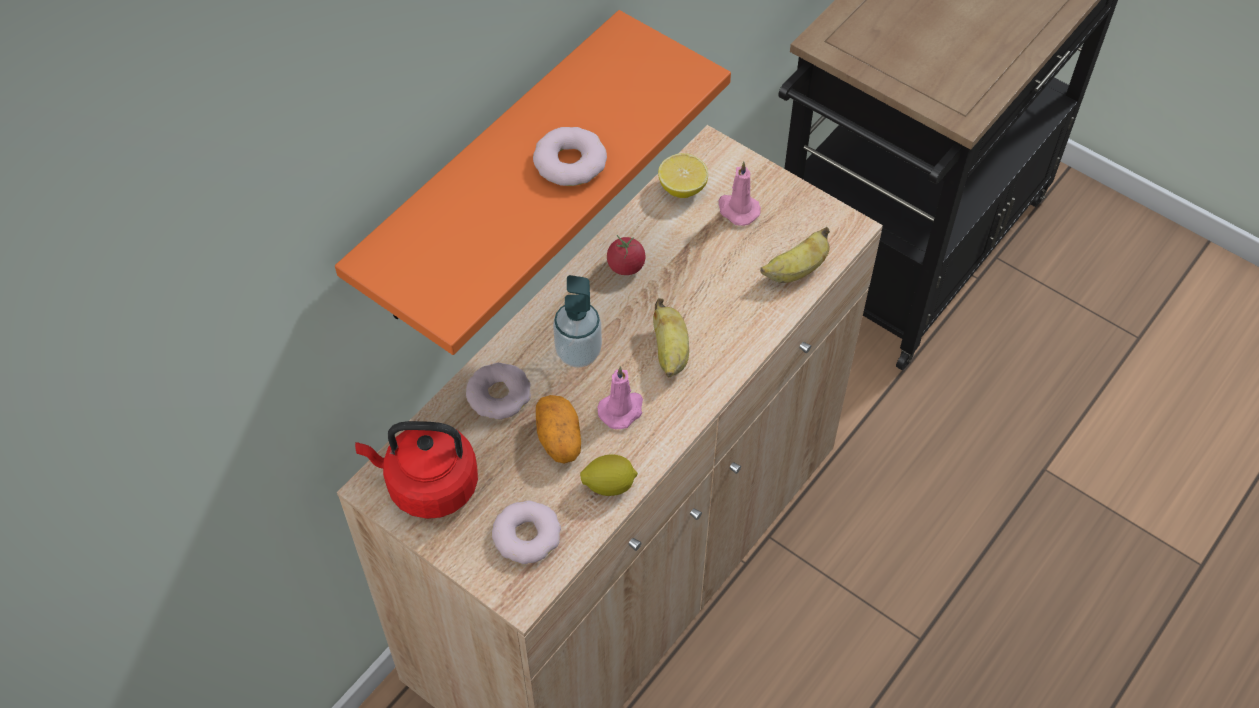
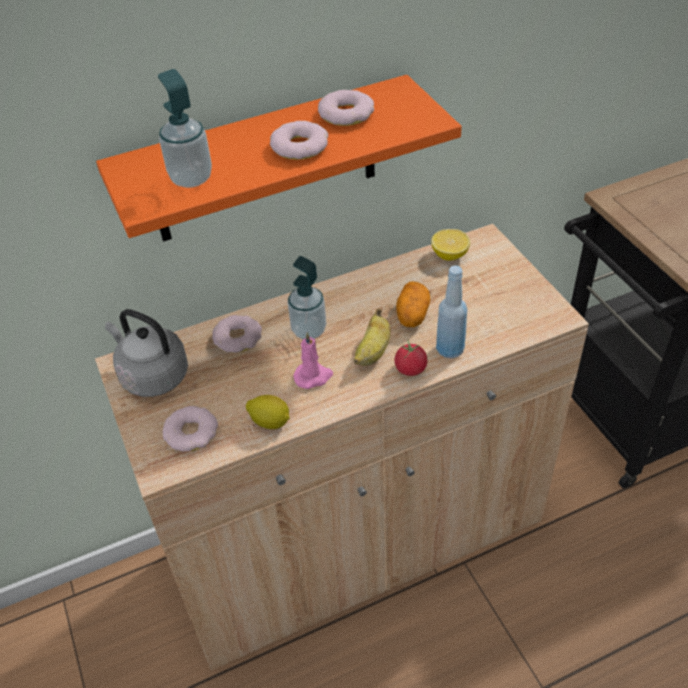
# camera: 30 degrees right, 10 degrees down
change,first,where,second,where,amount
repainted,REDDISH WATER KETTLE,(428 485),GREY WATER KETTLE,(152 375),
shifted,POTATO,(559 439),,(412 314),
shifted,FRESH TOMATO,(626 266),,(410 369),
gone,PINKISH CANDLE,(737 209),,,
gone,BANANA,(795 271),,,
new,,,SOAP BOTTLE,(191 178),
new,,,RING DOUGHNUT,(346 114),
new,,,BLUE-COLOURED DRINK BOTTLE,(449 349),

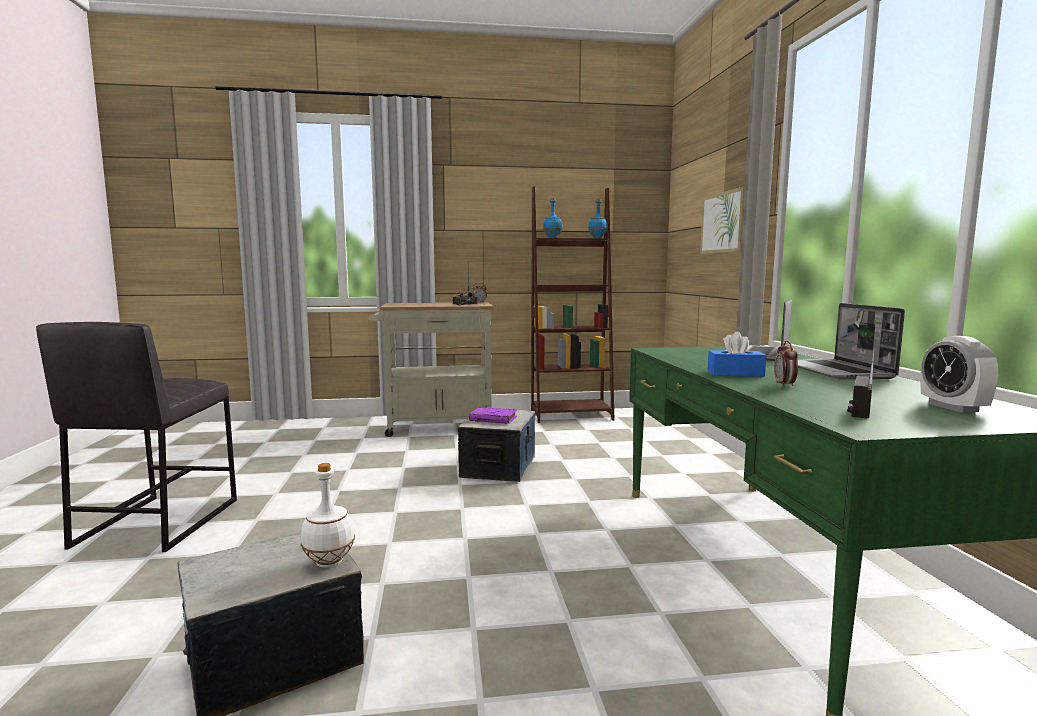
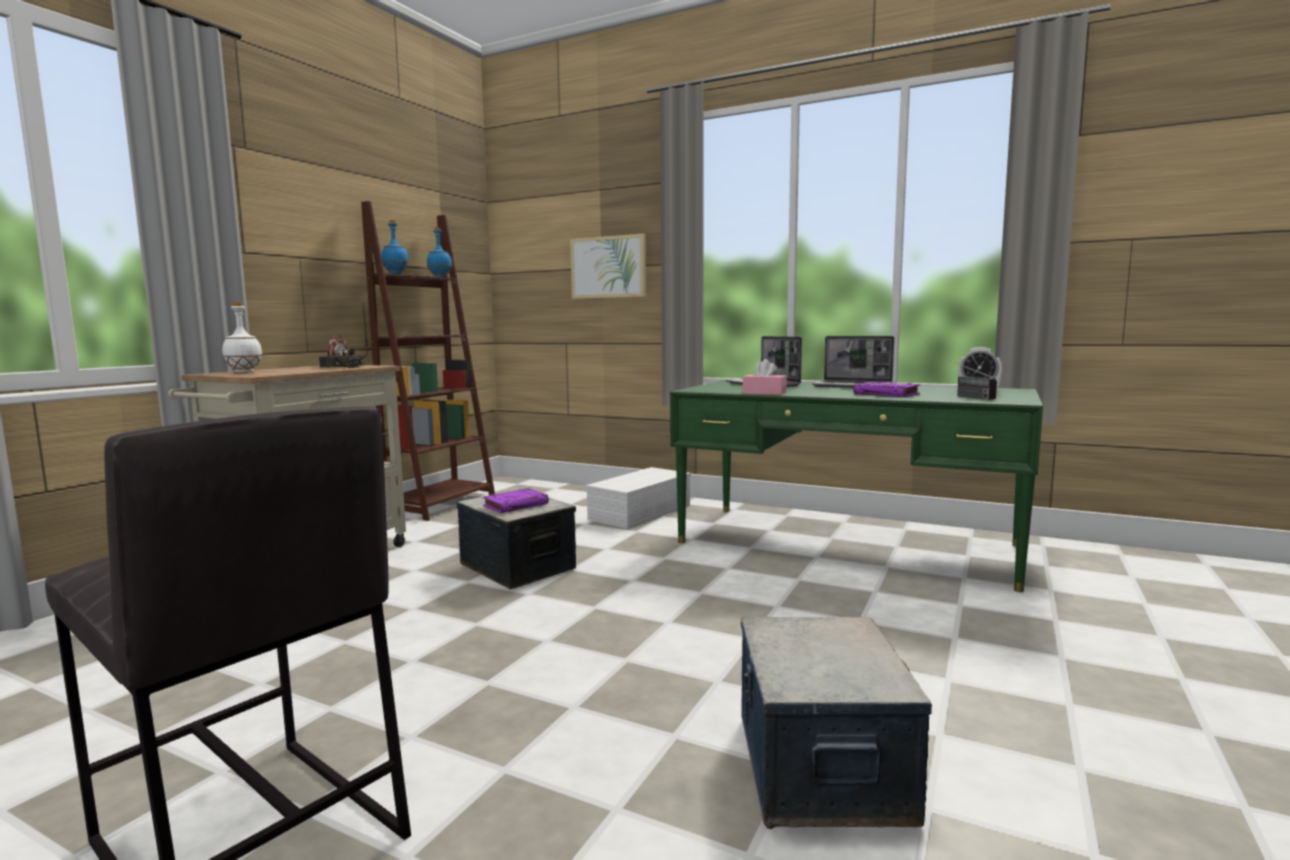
# camera: 55 degrees left, 0 degrees up
change,first,where,second,where,amount
shifted,WHITISH DRINK BOTTLE,(329 562),,(244 372),
gone,BLUE-COLOURED TISSUE HOLDER,(735 373),,,
swapped,TABLE CLOCK,(784 385),PURPLISH VOLUME,(887 394),
new,,,WHITISH STORAGE BOX,(640 511),
new,,,PINKISH TISSUE HOLDER,(764 393),

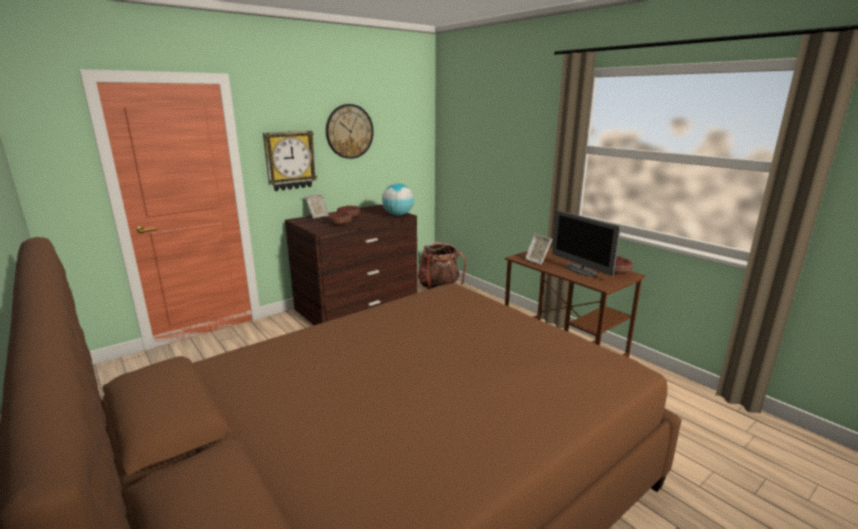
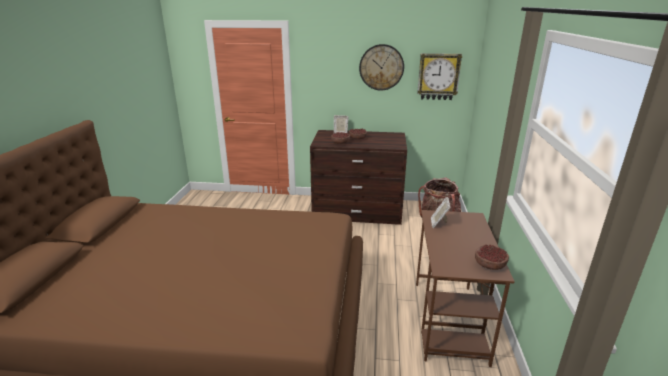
# camera: 45 degrees right, 5 degrees up
change,first,where,second,where,amount
shifted,CLOCK ON THE WALL,(290 160),,(438 76),
gone,GLOBE,(398 215),,,
gone,MONITOR,(580 270),,,

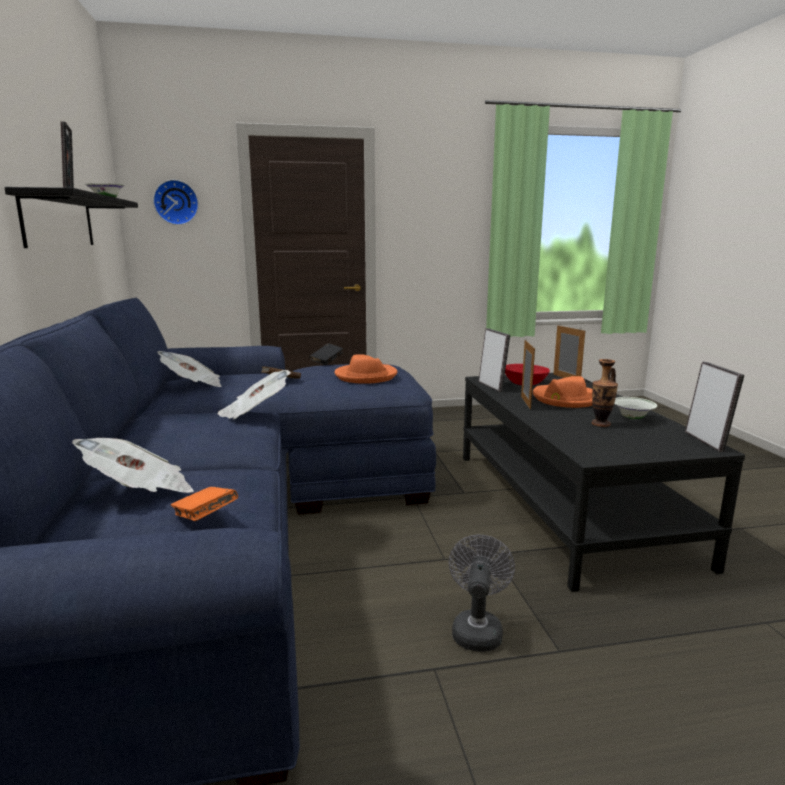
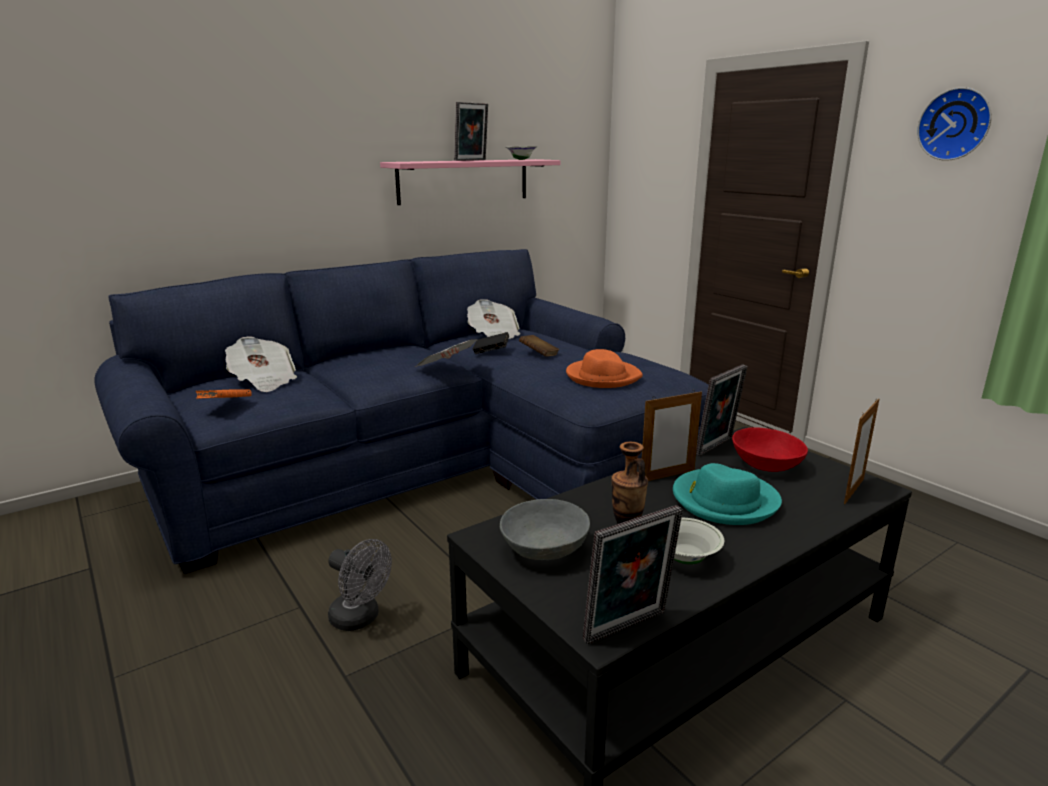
# camera: 65 degrees right, 5 degrees up
change,first,where,second,where,amount
repainted,BLACKISH SHELF,(59 221),PINKISH SHELF,(464 181),
shifted,CLOCK ON THE WALL,(176 202),,(955 124),
shifted,BLACKISH VOLUME,(326 361),,(491 352),
rotated,GREY COOLING FAN,(477 629),,(360 619),45 degrees clockwise
repainted,ORANGE-COLOURED WEARABLE HAT,(565 399),BLUE-GREEN WEARABLE HAT,(724 500),
new,,,GREY DEEP DISH,(544 549),

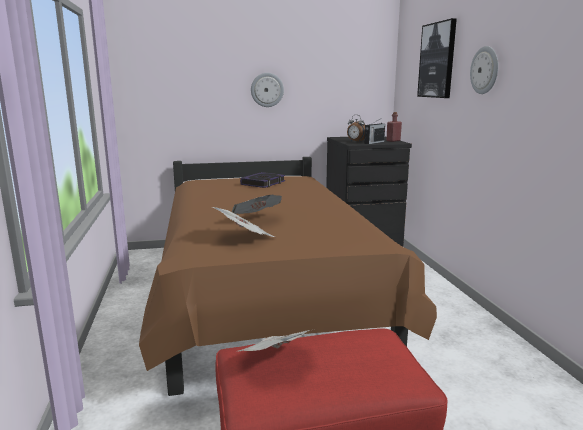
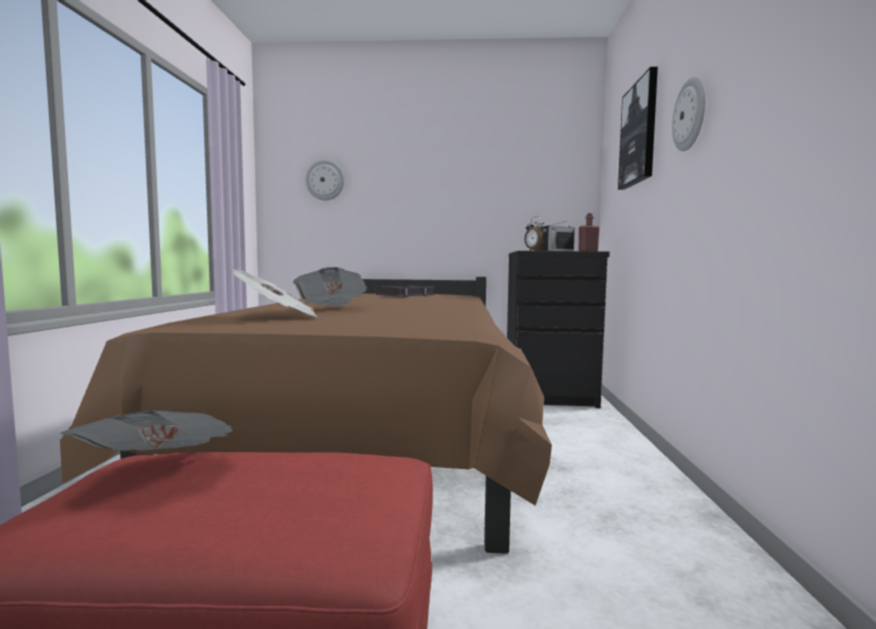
# camera: 15 degrees right, 10 degrees down
change,first,where,second,where,amount
shifted,CLOCK ON THE WALL,(267 90),,(325 180),

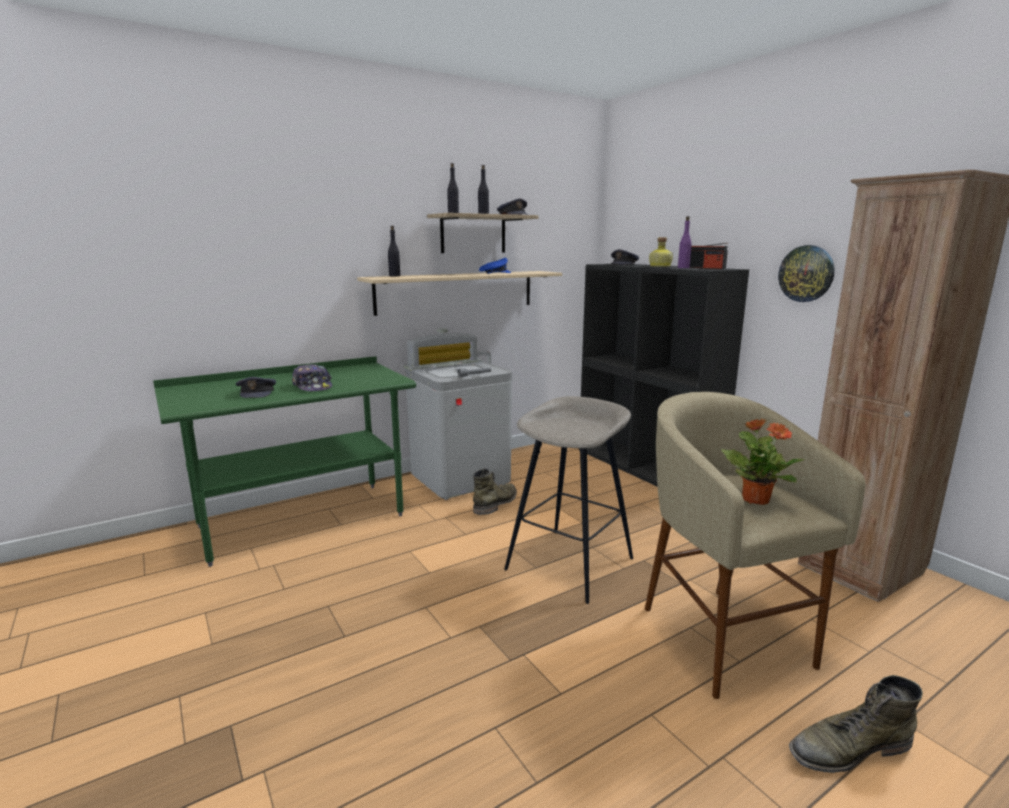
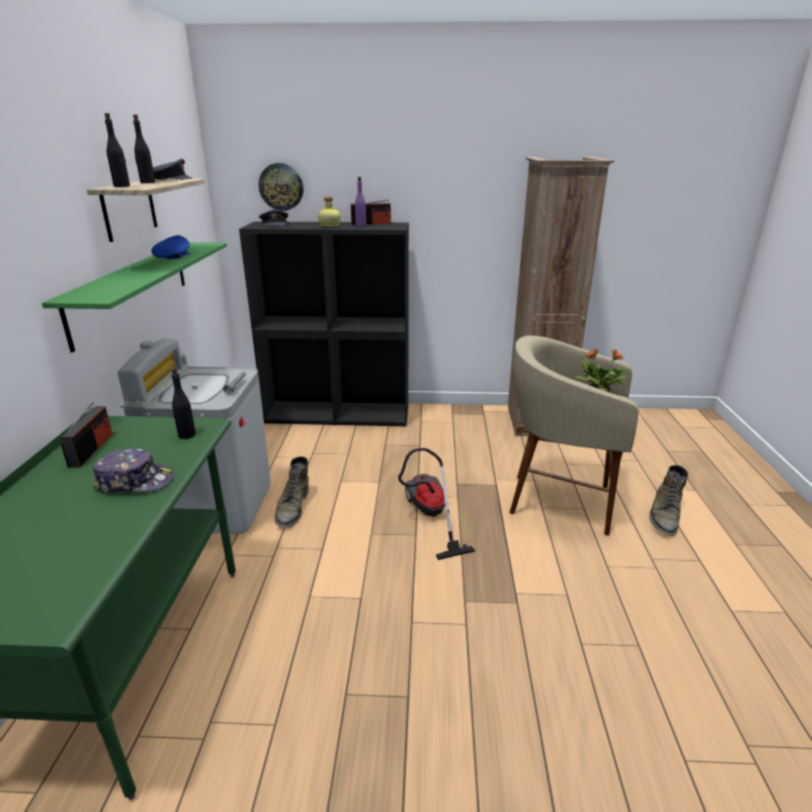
# camera: 55 degrees left, 10 degrees up
change,first,where,second,where,amount
gone,GREY PEAKED CAP,(257 393),,,
repainted,BEIGE SHELF,(456 291),GREEN-COLOURED SHELF,(132 289),
shifted,BLACKISH DRINK BOTTLE,(394 276),,(186 435),
rotated,GREEN-COLOURED HIGH-TOP BOOT,(496 503),,(292 508),150 degrees counterclockwise
swapped,GREY STOOL,(570 563),HOOVER,(428 516),
shifted,CLOCK ON THE WALL,(806 273),,(281 187),
new,,,RADIO SET,(91 449),

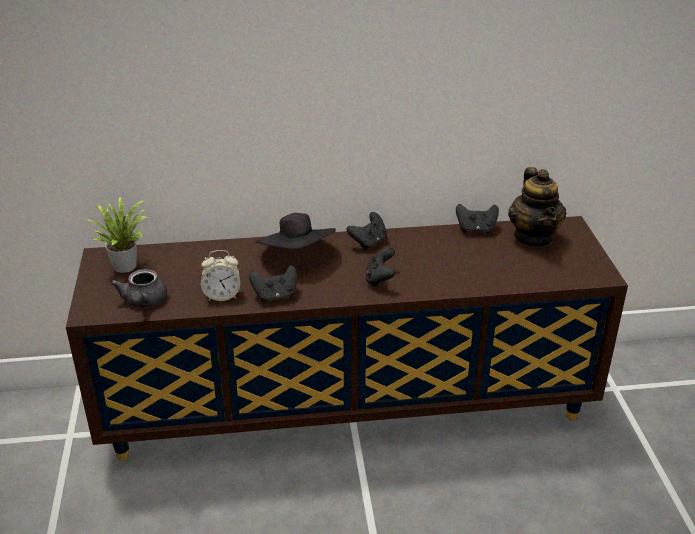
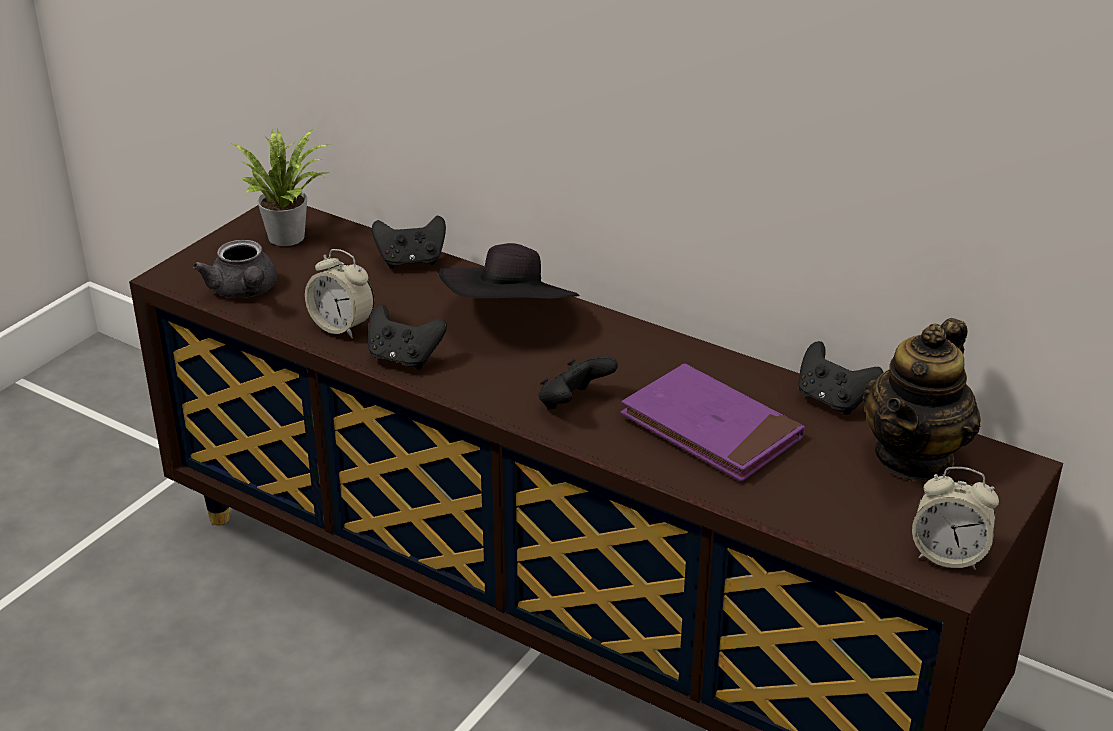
# camera: 40 degrees right, 0 degrees up
change,first,where,second,where,amount
rotated,GREY TEAPOT,(143 302),,(244 291),60 degrees counterclockwise
shifted,BLACKISH JOYPAD,(368 242),,(411 261),
new,,,PURPLISH VOLUME,(711 428),
new,,,TABLE CLOCK,(948 555),

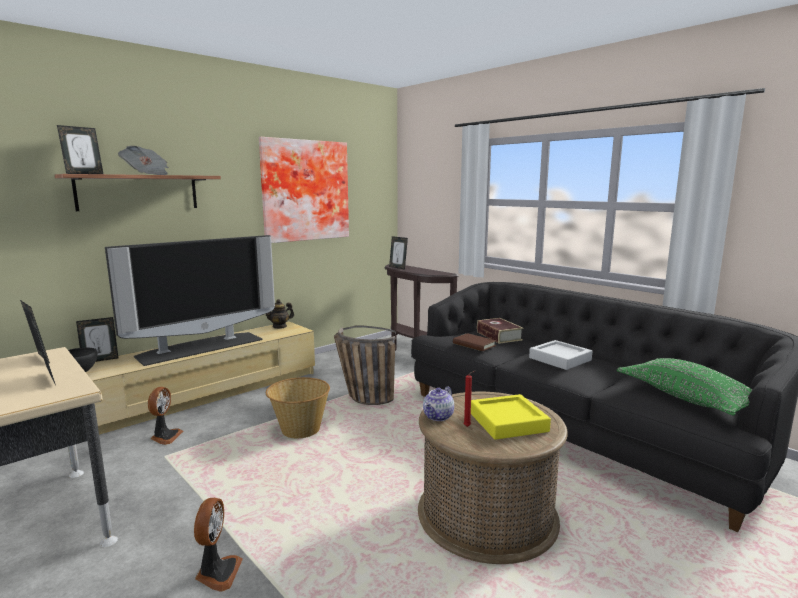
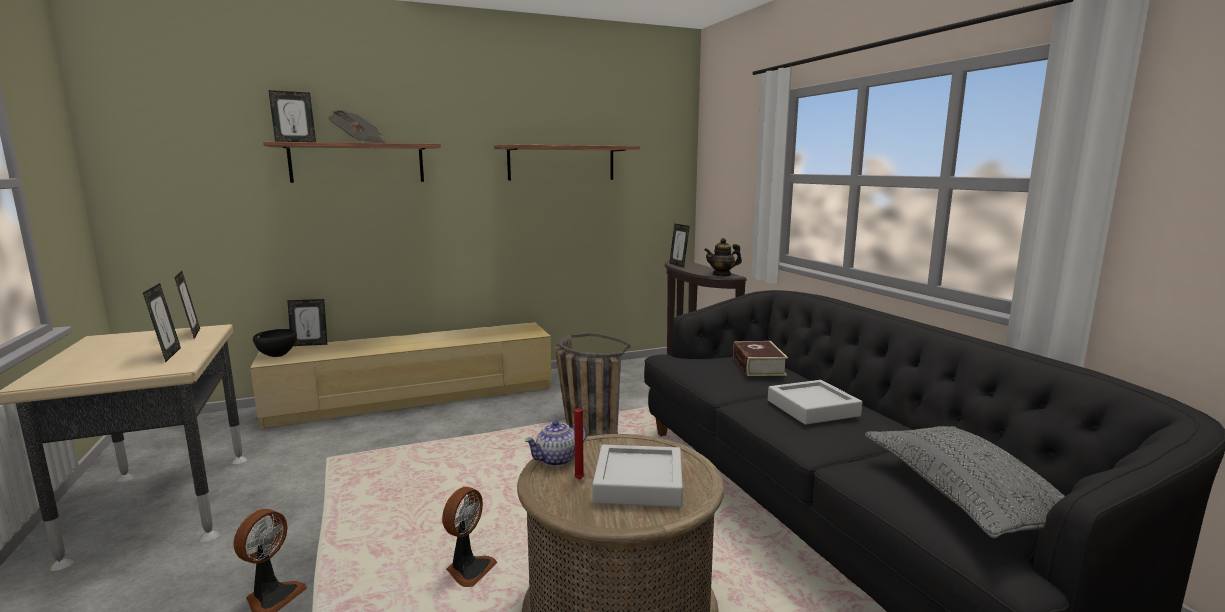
# camera: 20 degrees right, 0 degrees up
change,first,where,second,where,amount
gone,TV,(200 347),,,
shifted,COOLING FAN,(165 437),,(468 570),
swapped,WALL ART,(304 190),SHELF,(561 163),
shifted,TEAPOT,(280 326),,(722 274),
gone,HOUSEHOLD BASKET,(300 430),,,
gone,BROWN VOLUME,(474 344),,,
repainted,YELLOW SERVING TRAY,(508 422),GREY SERVING TRAY,(638 483),
repainted,GREEN-COLOURED CUSHION,(687 398),GREY CUSHION,(965 497),

